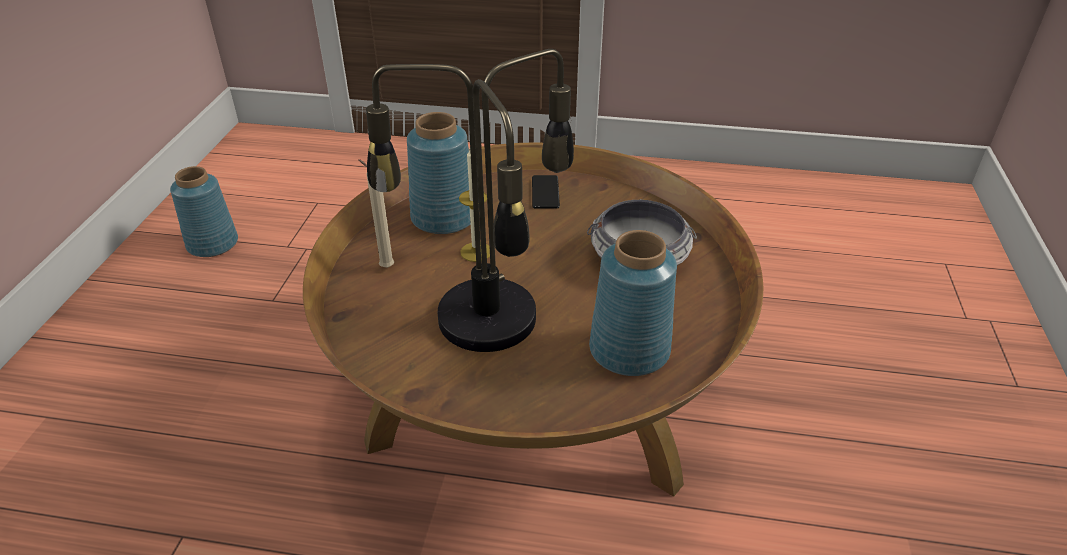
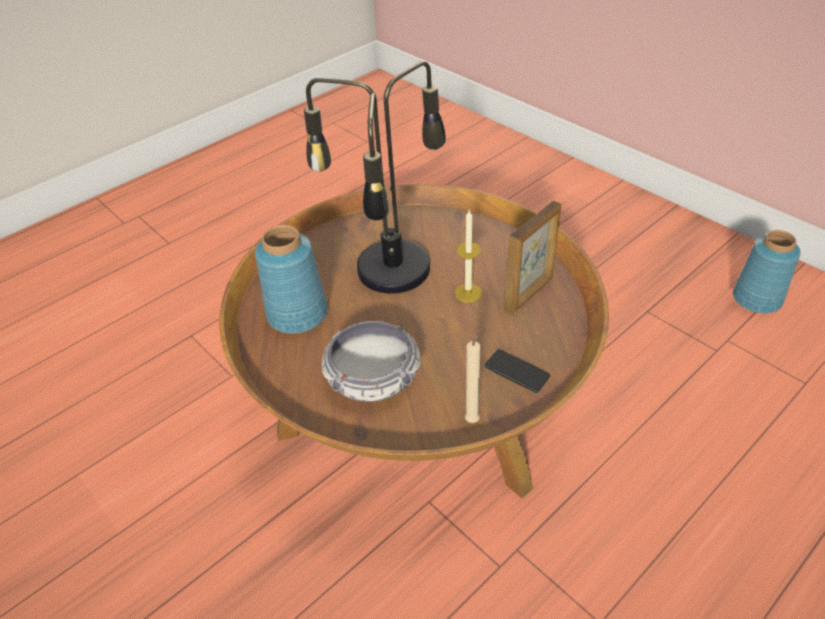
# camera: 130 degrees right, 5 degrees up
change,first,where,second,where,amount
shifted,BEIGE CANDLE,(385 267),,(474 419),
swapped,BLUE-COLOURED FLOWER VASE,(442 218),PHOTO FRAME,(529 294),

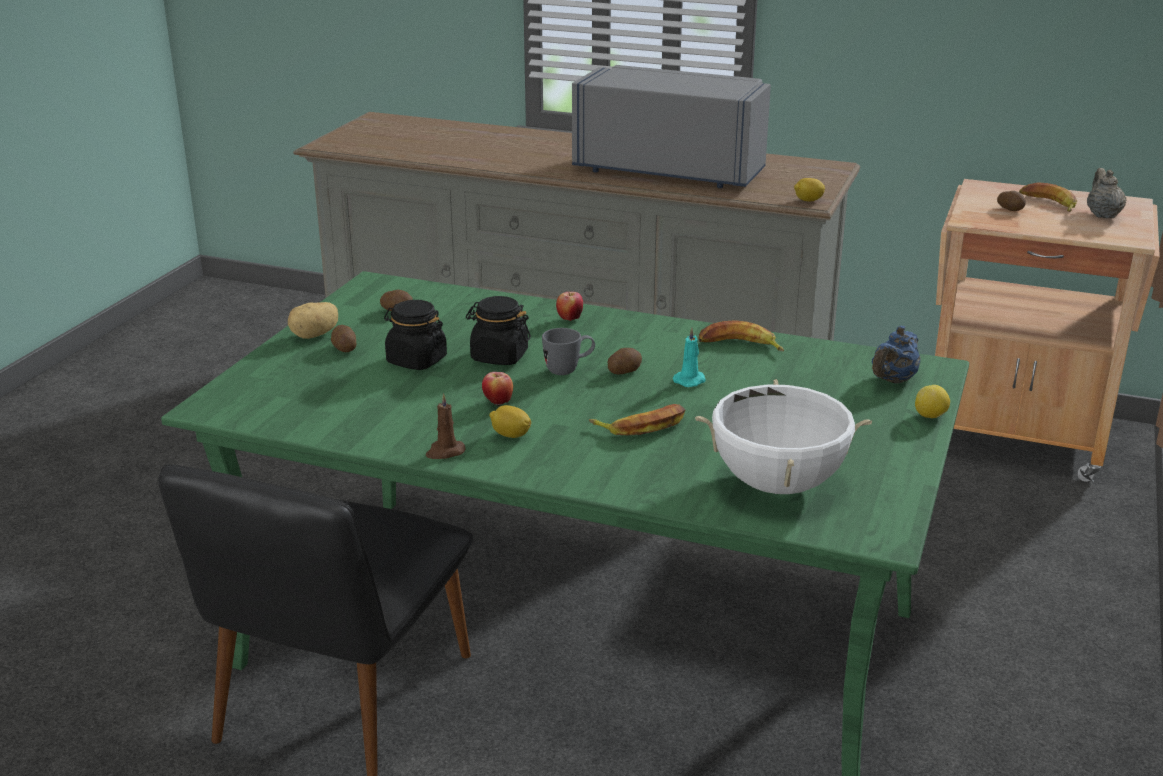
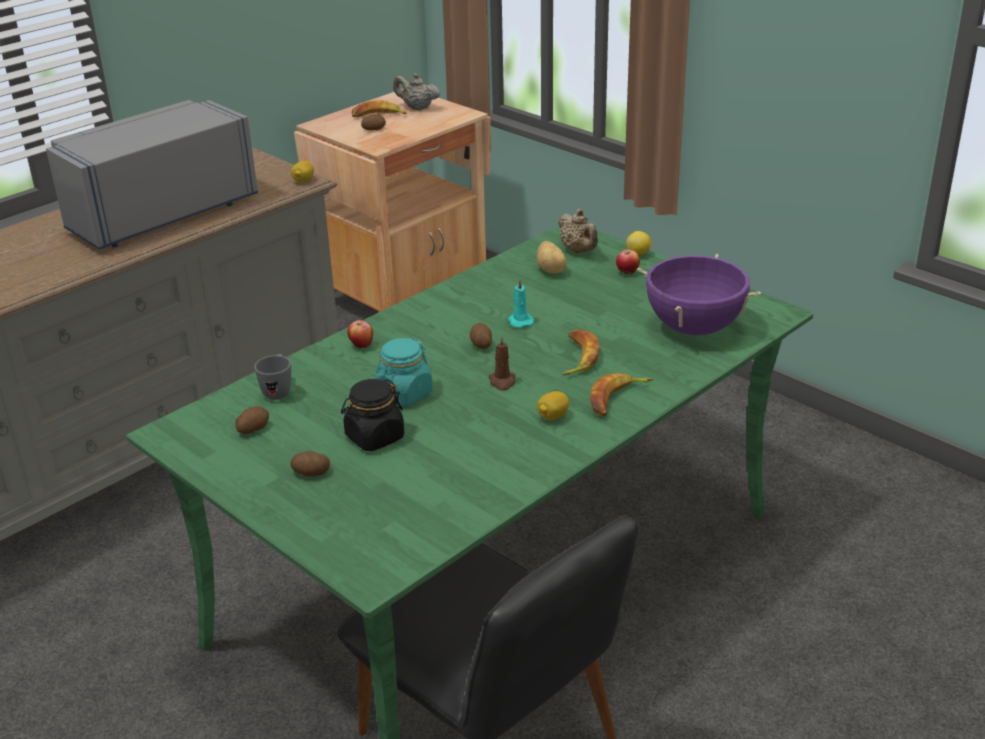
# camera: 65 degrees left, 5 degrees up
change,first,where,second,where,amount
shifted,POTATO,(315 335),,(551 270),
shifted,BROWN CANDLE,(445 452),,(502 382),
repainted,BLACKISH JAR,(499 356),BLUE-GREEN JAR,(404 394),
shifted,APPLE,(498 403),,(627 273),
shifted,GREY TEA MUG,(569 370),,(278 391),
repainted,WHITISH STOCKPOT,(777 484),PURPLISH STOCKPOT,(694 328),
shifted,BANANA,(740 345),,(617 399),
repainted,BLUE-COLOURED TEAPOT,(893 380),BEIGE TEAPOT,(578 251),

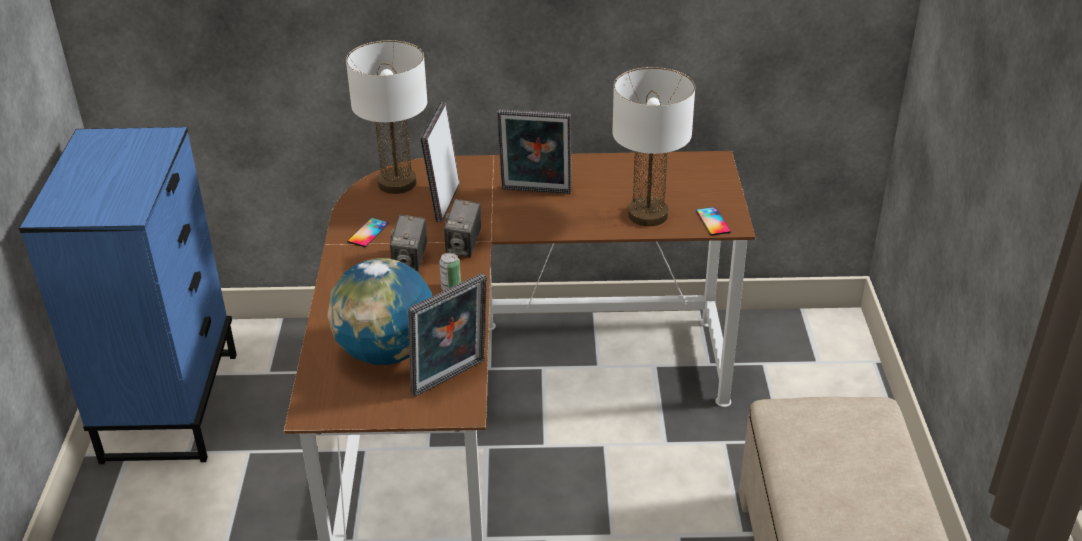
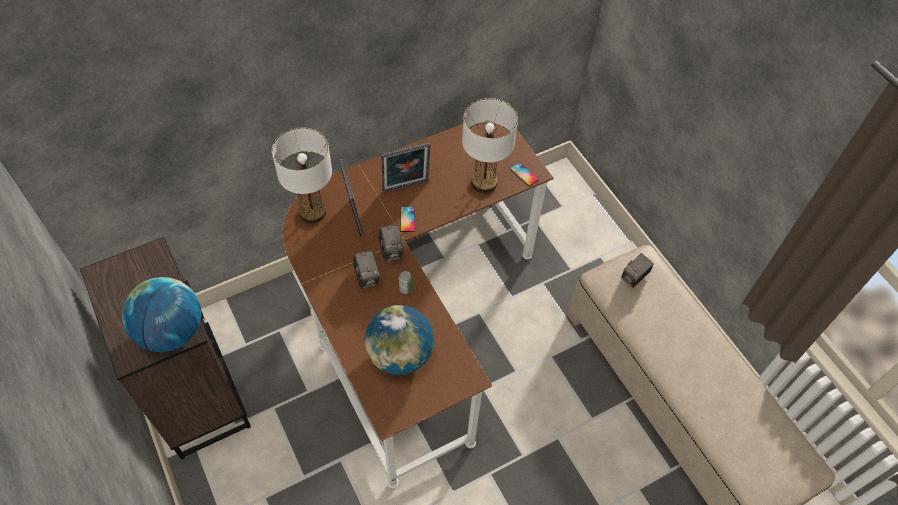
# camera: 30 degrees left, 20 degrees up
change,first,where,second,where,amount
repainted,BLUE-COLOURED DRESSER,(171 405),BROWN DRESSER,(198 396),
shifted,PHONE,(368 232),,(407 219),
gone,PHOTO FRAME,(451 379),,,
new,,,GLOBE,(172 332),
new,,,PHOTO CAMERA,(634 278),

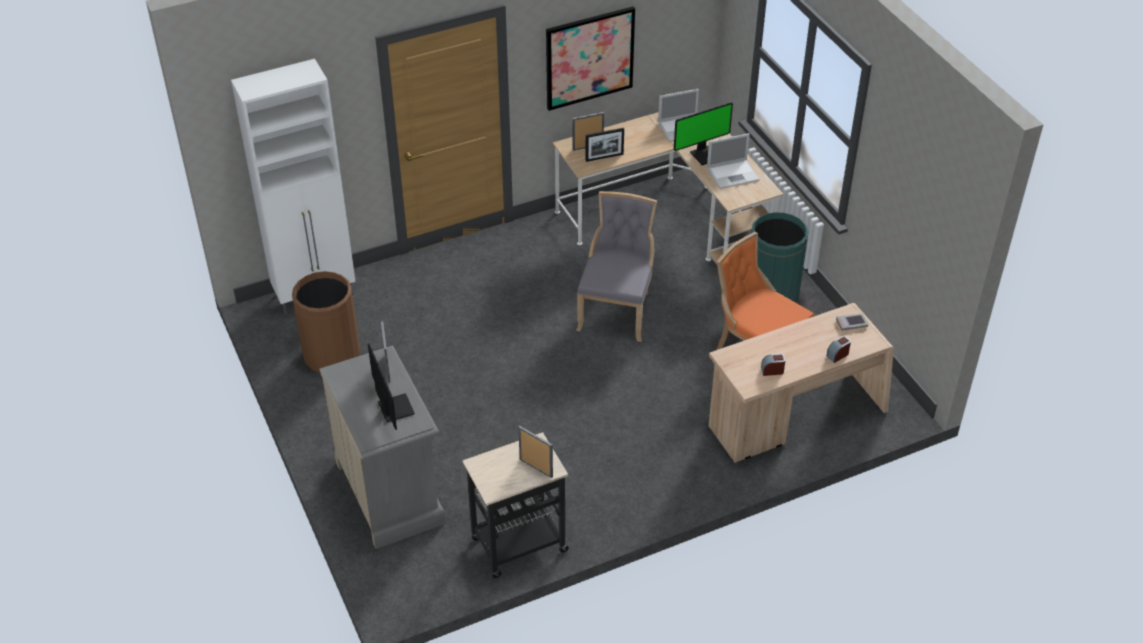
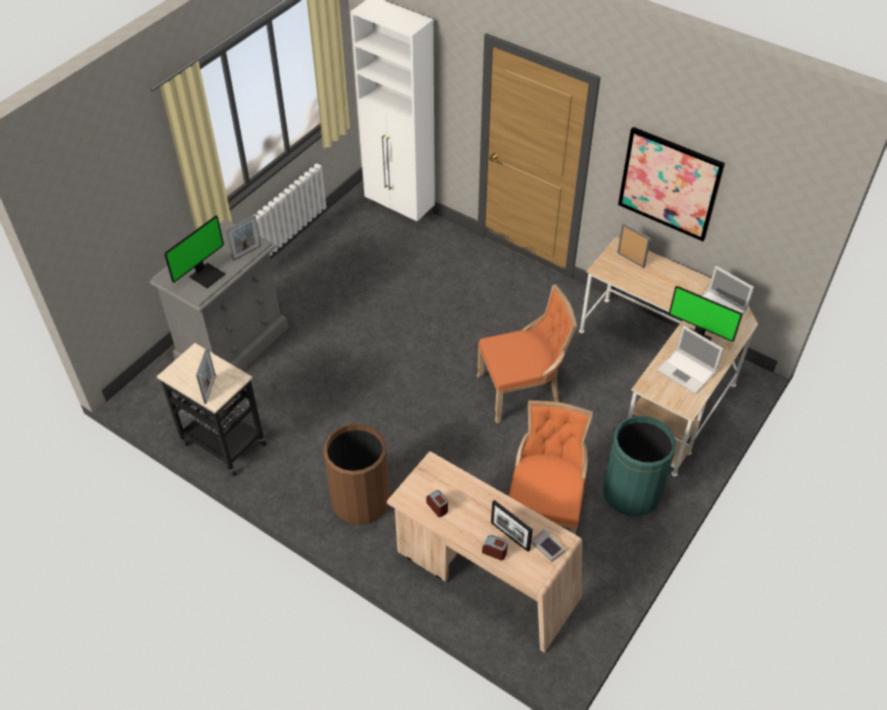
# camera: 60 degrees right, 5 degrees up
change,first,where,second,where,amount
shifted,BROWN RUBBISH BIN,(332 355),,(360 501),
repainted,GREY PLAIN CHAIR,(617 310),ORANGE-COLOURED PLAIN CHAIR,(522 390),
shifted,PHOTO FRAME,(604 157),,(510 536),

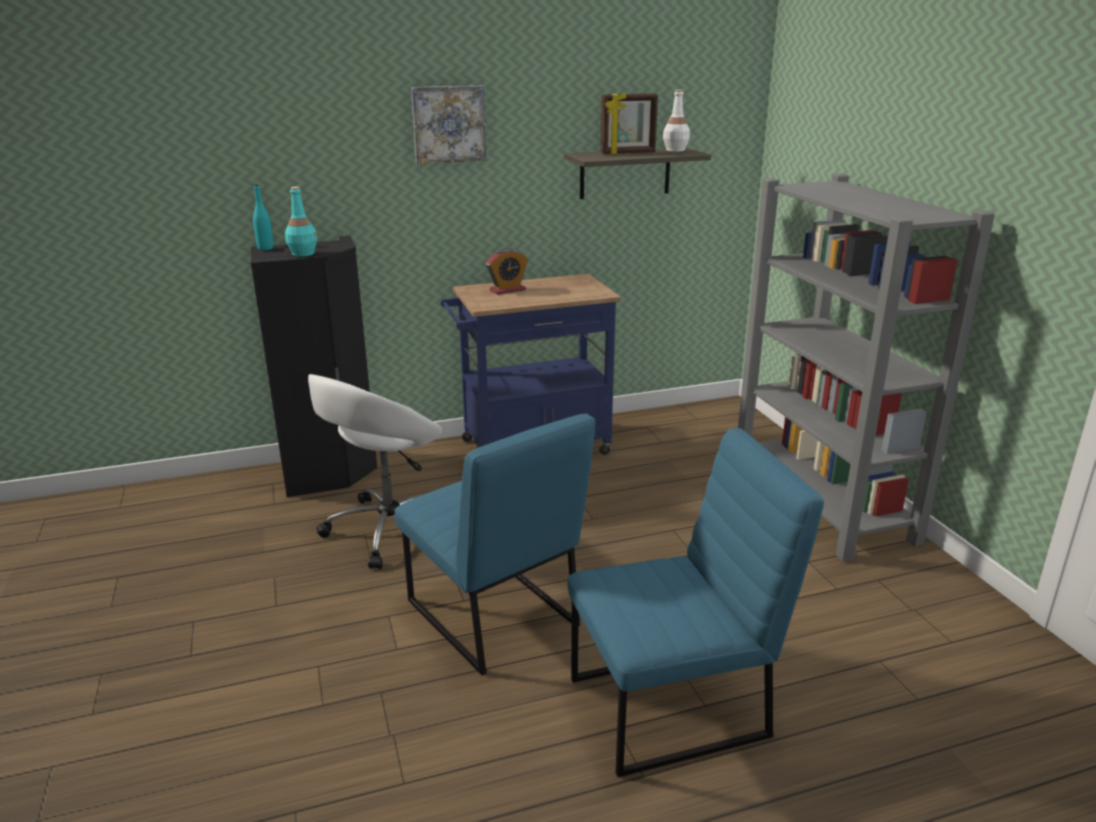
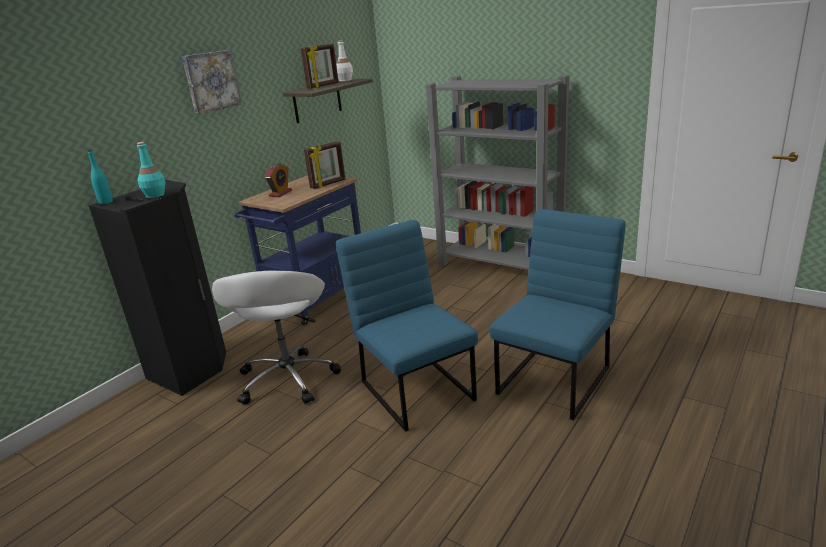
# camera: 35 degrees left, 0 degrees up
change,first,where,second,where,amount
rotated,BLUE-COLOURED PLAIN CHAIR,(494 616),,(416 388),135 degrees counterclockwise
new,,,PHOTO FRAME,(328 184),

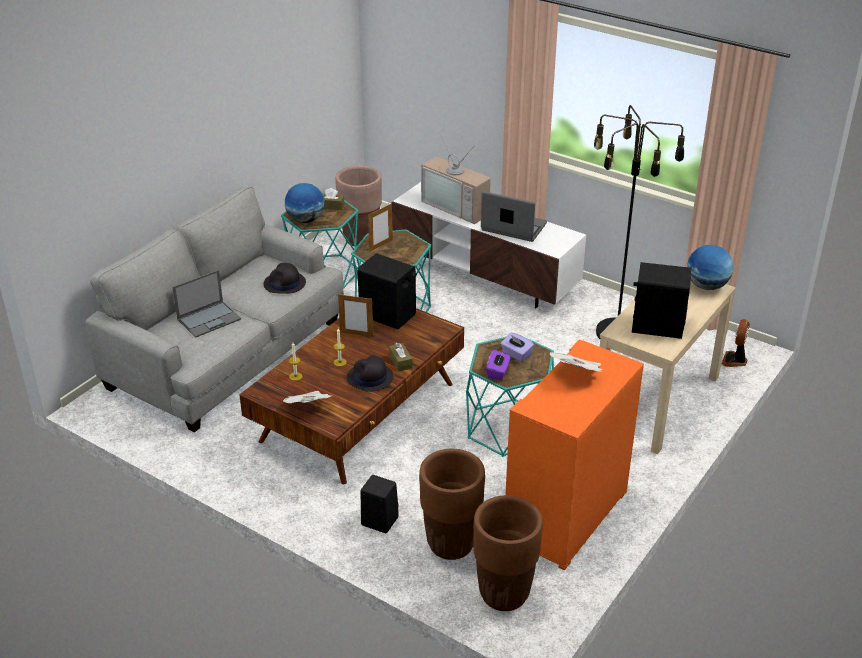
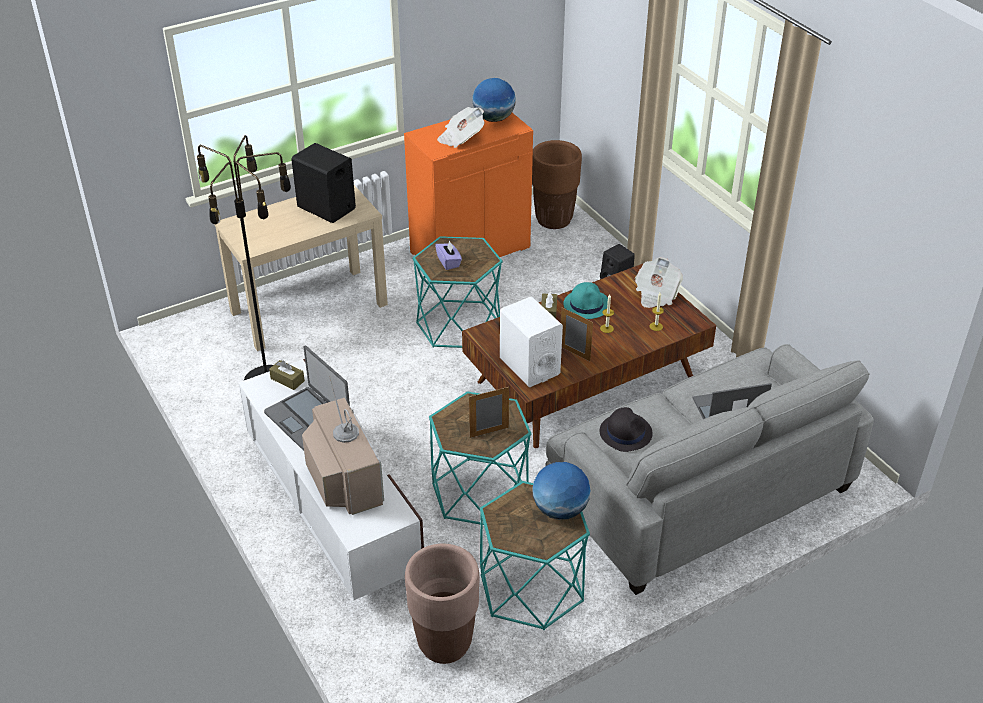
# camera: 155 degrees left, 5 degrees up
change,first,where,second,where,amount
shifted,BROWN TISSUE HOLDER,(331 206),,(287 380),
repainted,BLACKISH WEARABLE HAT,(370 378),BLUE-GREEN WEARABLE HAT,(586 305),
repainted,BLACKISH AUDIO SPEAKER,(388 315),WHITISH AUDIO SPEAKER,(529 366),
gone,BROWN PLANTER,(450 544),,,
gone,PURPLISH TISSUE HOLDER,(498 372),,,
shifted,GLOBE,(706 286),,(494 118),
gone,COOLING FAN,(735 360),,,

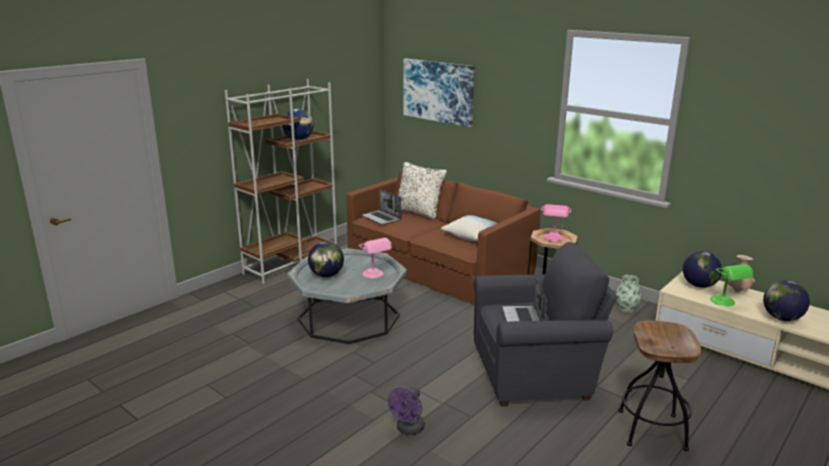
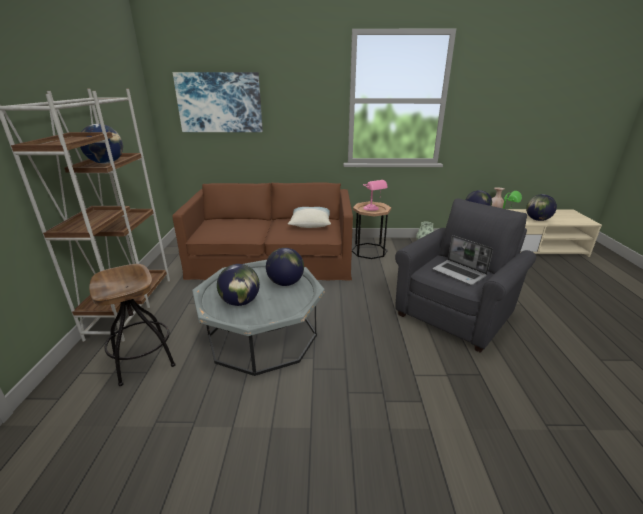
# camera: 40 degrees left, 5 degrees up
change,first,where,second,where,amount
swapped,PINKISH TABLETOP LAMP,(375 275),GLOBE,(285 283),
gone,PORTABLE COMPUTER,(382 218),,,
gone,PURPLISH COOLING FAN,(408 430),,,
gone,BEIGE CUSHION,(419 213),,,
shifted,BROWN STOOL,(652 430),,(143 360),

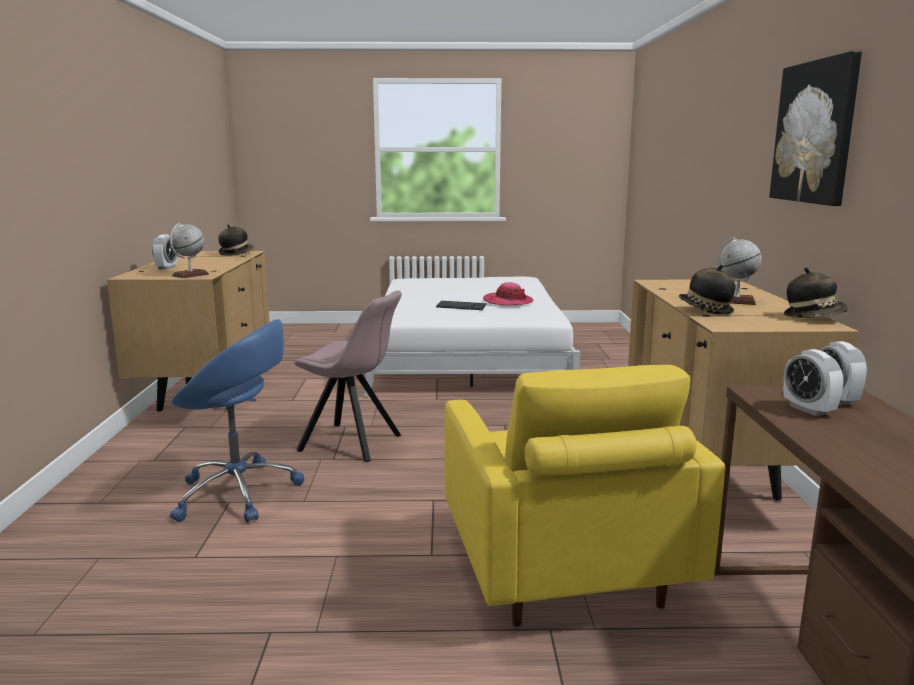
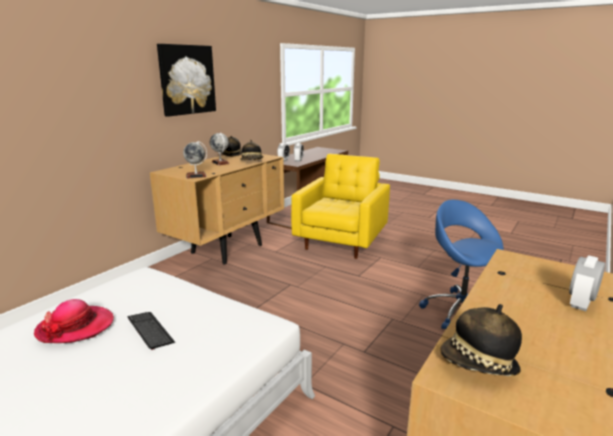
# camera: 145 degrees left, 5 degrees up
change,first,where,second,where,amount
shifted,GLOBE,(190 275),,(196 176),
gone,PINKISH PLAIN CHAIR,(351 443),,,

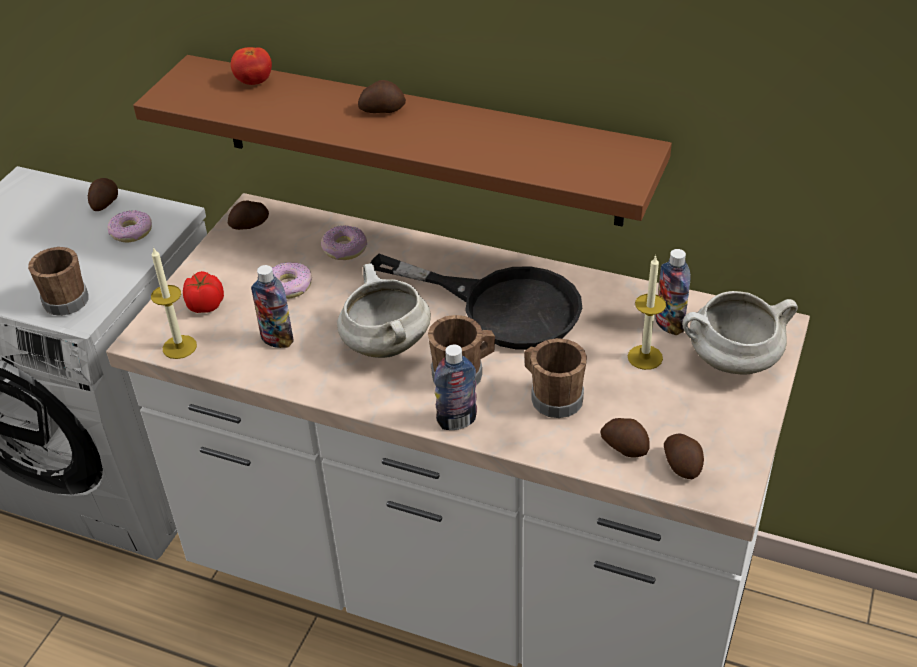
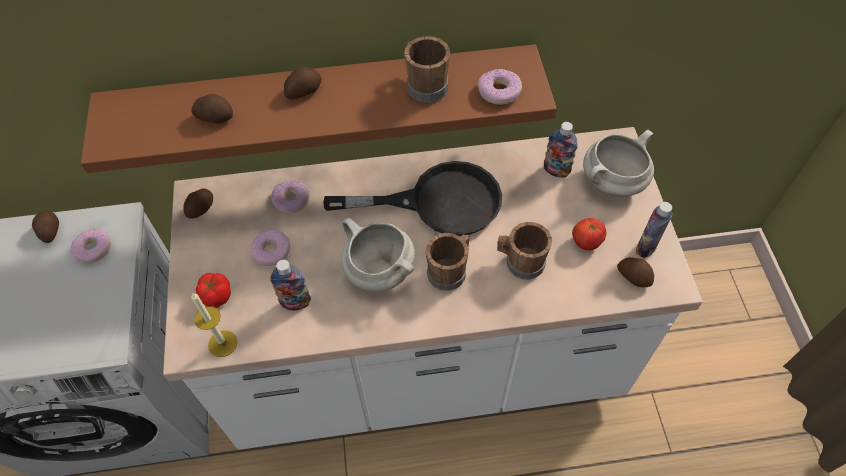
# camera: 30 degrees left, 15 degrees up
change,first,where,second,where,amount
shifted,BROWN TEA MUG,(67 297),,(424 84),
shifted,FRESH TOMATO,(254 82),,(586 242),
shifted,DRINK BOTTLE,(457 421),,(646 247),
shifted,POTATO,(625 446),,(215 116),
gone,CANDLE,(645 357),,,
new,,,RING DOUGHNUT,(499 92),

